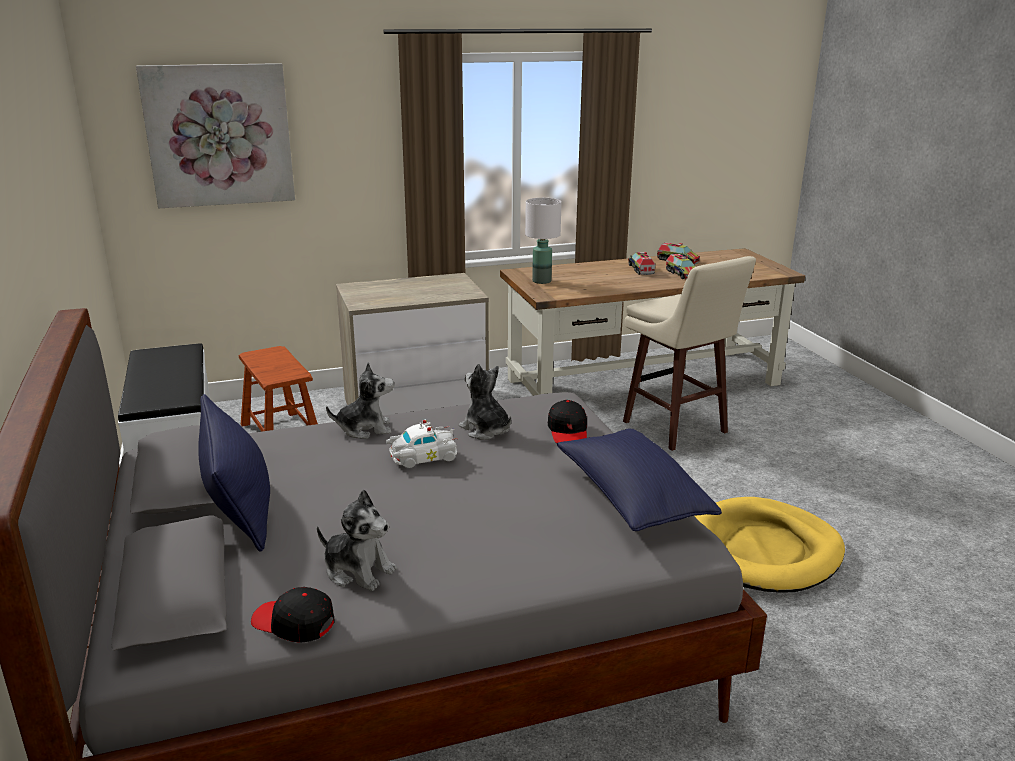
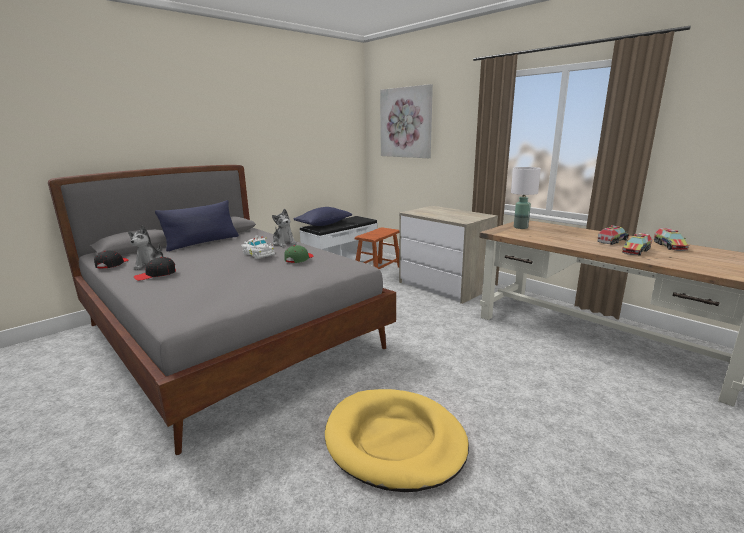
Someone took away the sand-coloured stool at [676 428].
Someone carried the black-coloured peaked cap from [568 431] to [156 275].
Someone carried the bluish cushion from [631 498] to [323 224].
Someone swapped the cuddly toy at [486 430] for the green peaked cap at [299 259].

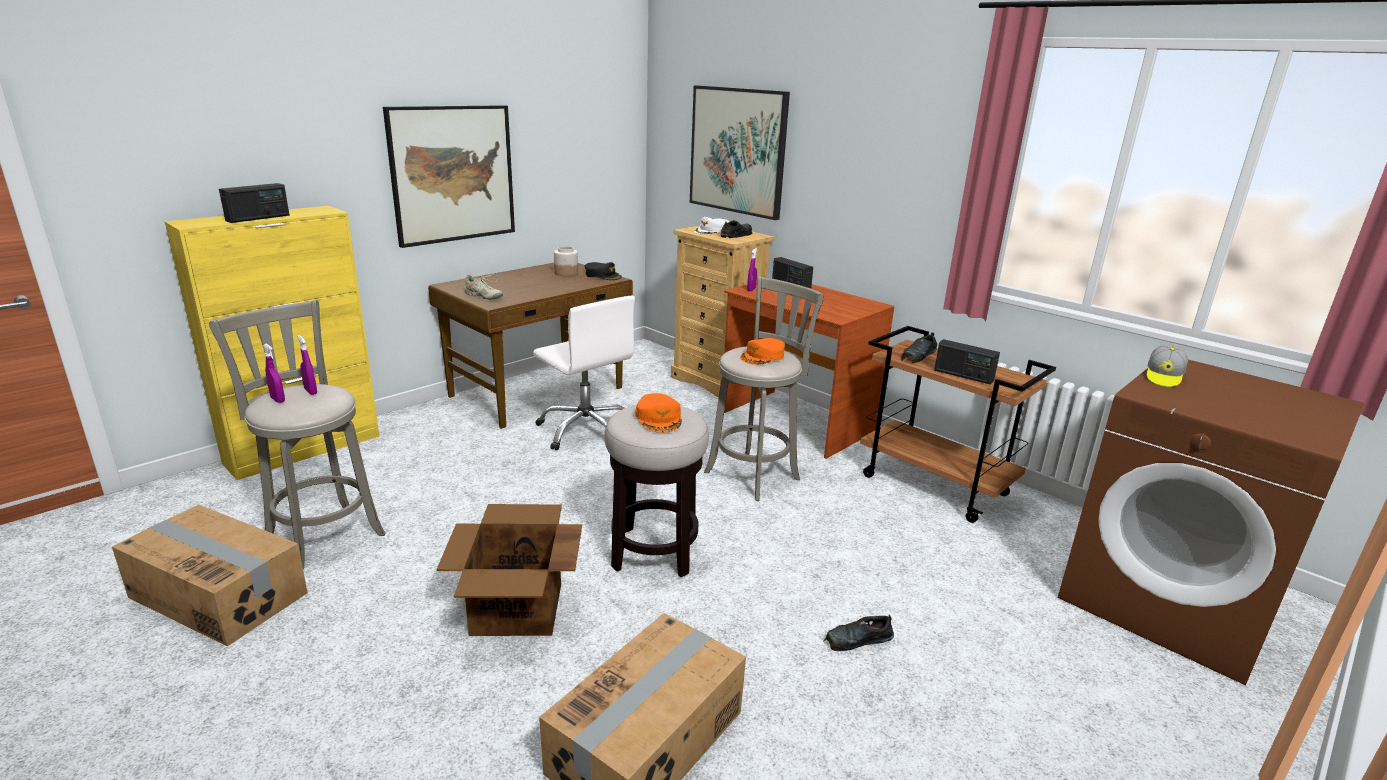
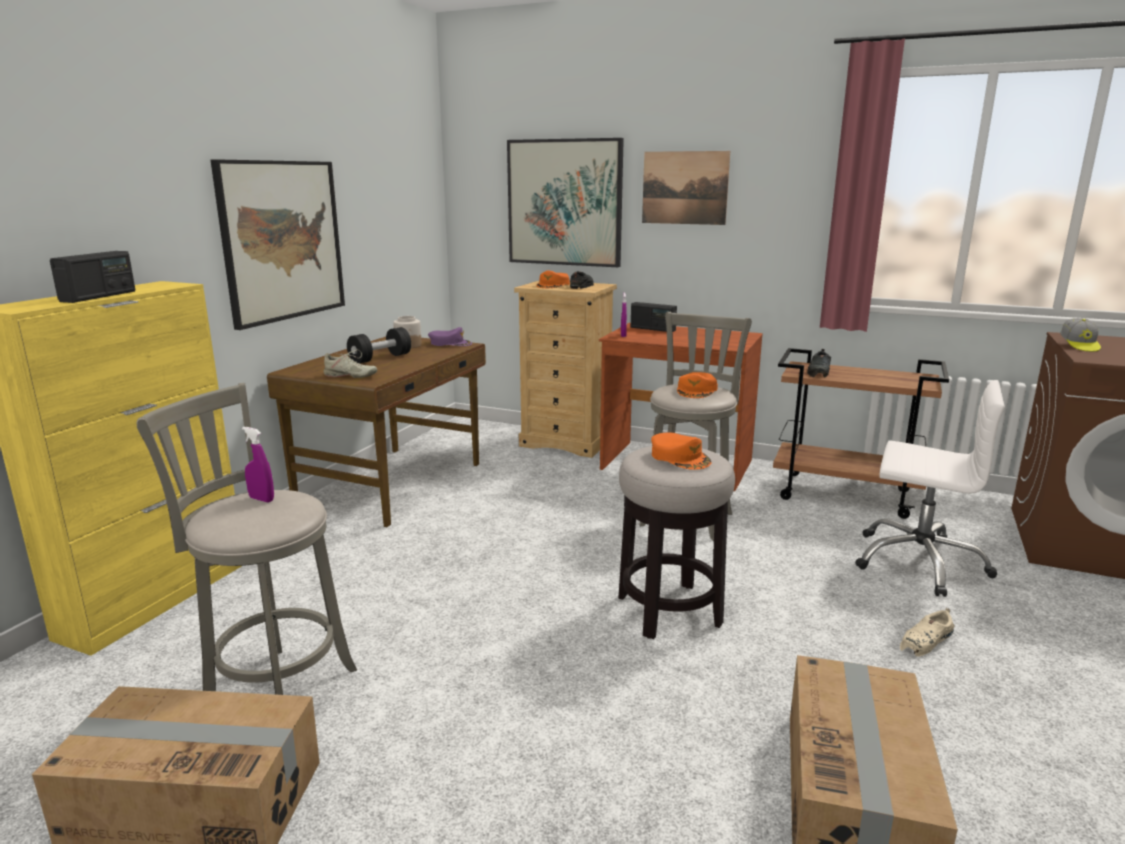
Someone took away the purple-coloured hand sprayer at [278 400].
Someone took away the packing box at [516 610].
Someone took away the radio set at [963 375].
Someone put down the black-coloured hand weight at [380 358].
Someone put up the wall art at [684 188].
Someone carried the white computer chair from [586 430] to [919 562].
Someone repainted the black-coloured peaked cap at [603 275], which became the purple-coloured peaked cap at [450 343].
Someone repainted the white peaked cap at [712 231], which became the orange-coloured peaked cap at [553 285].
Someone repainted the black-coloured shoe at [857 640], which became the sand-coloured shoe at [926 641].

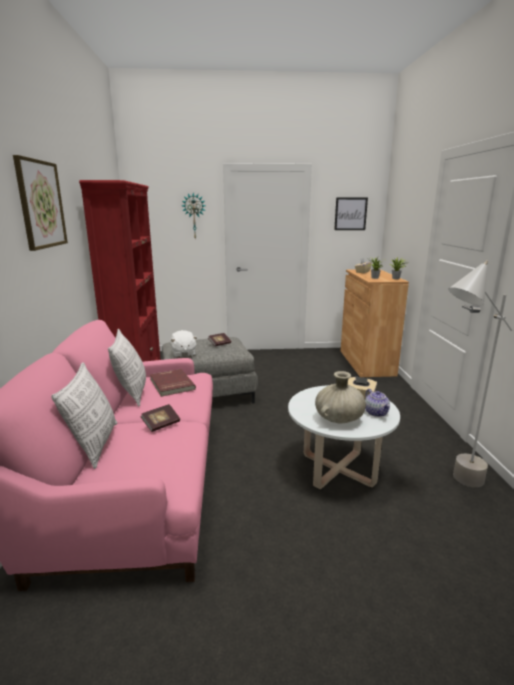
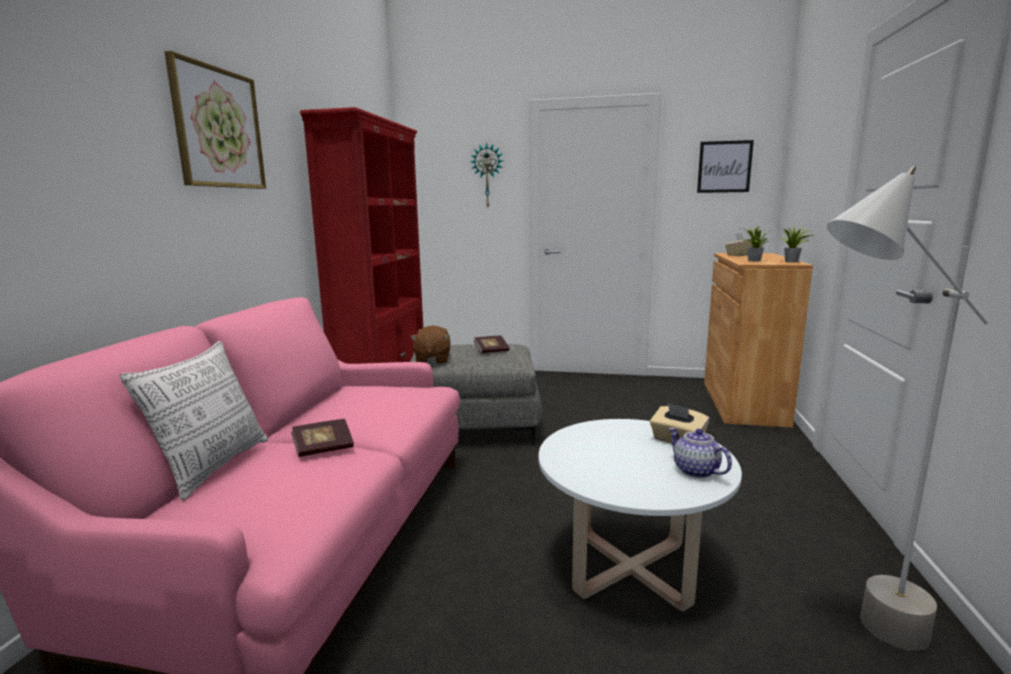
Someone took away the cushion at [132 392].
Someone took away the red-coloured volume at [171 384].
Someone took away the sand-coloured decorative vase at [339 419].
Someone repainted the white cuddly toy at [183 354], which became the brownish cuddly toy at [432 360].
Someone rotated the tea pot at [376 413] by 150 degrees clockwise.

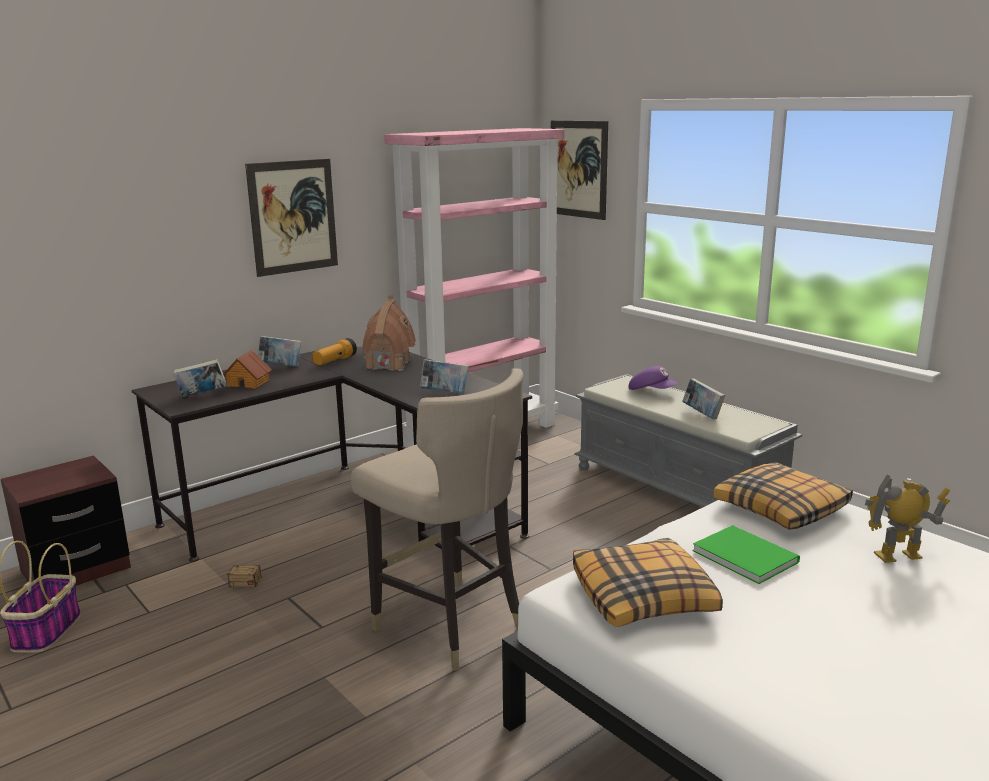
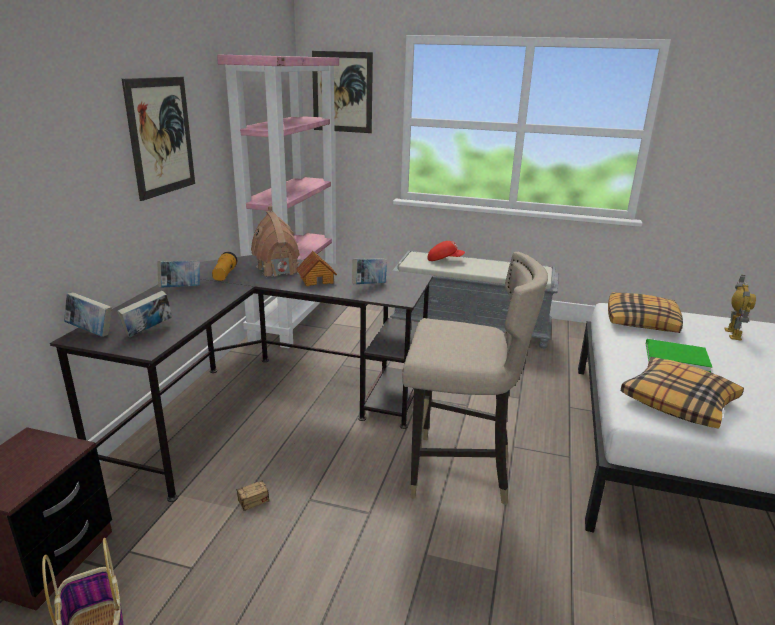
Someone carried the toy house from [248 383] to [316 280].
Someone carried the volume from [702 414] to [91 332].
Someone repainted the purple-coloured peaked cap at [652 391], which became the red-coloured peaked cap at [444 260].
Someone rotated the toy robot at [898 556] by 150 degrees clockwise.

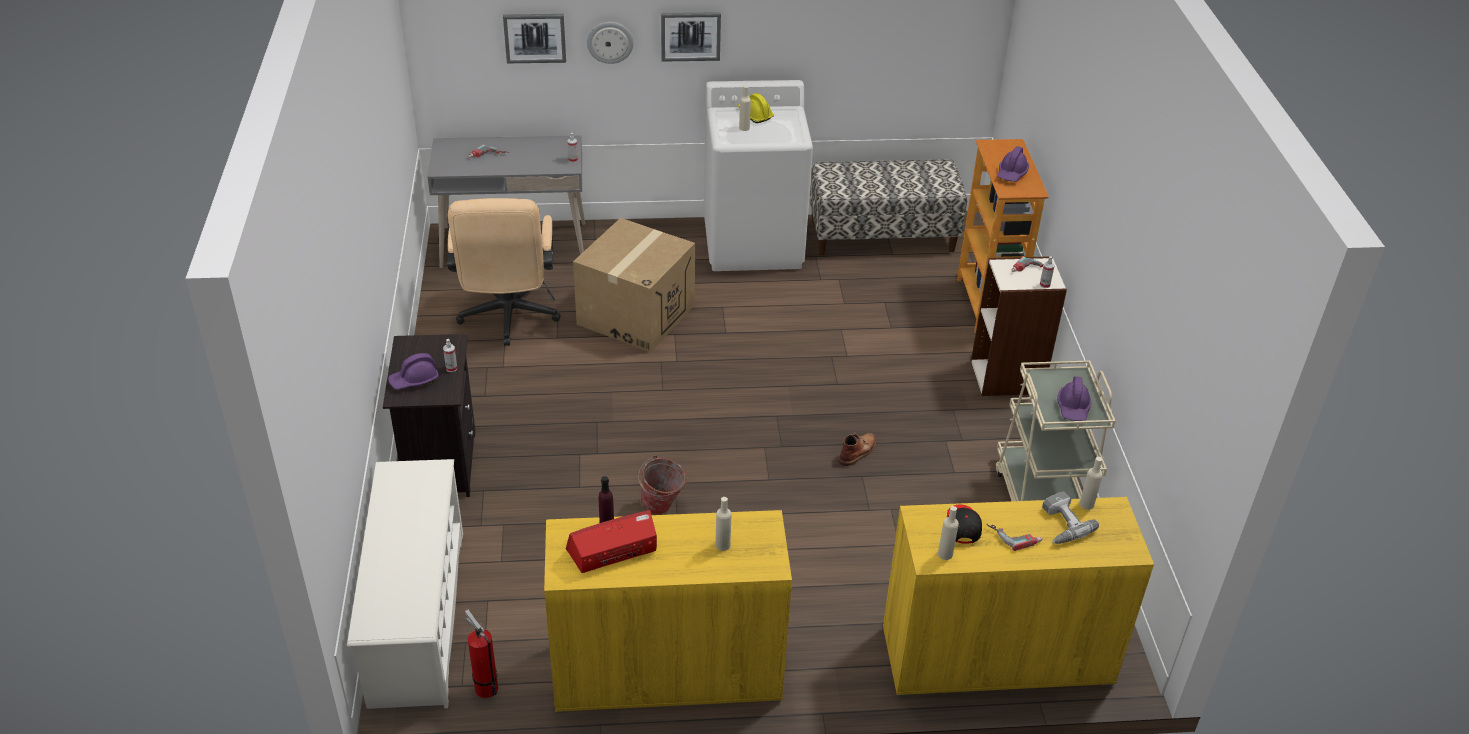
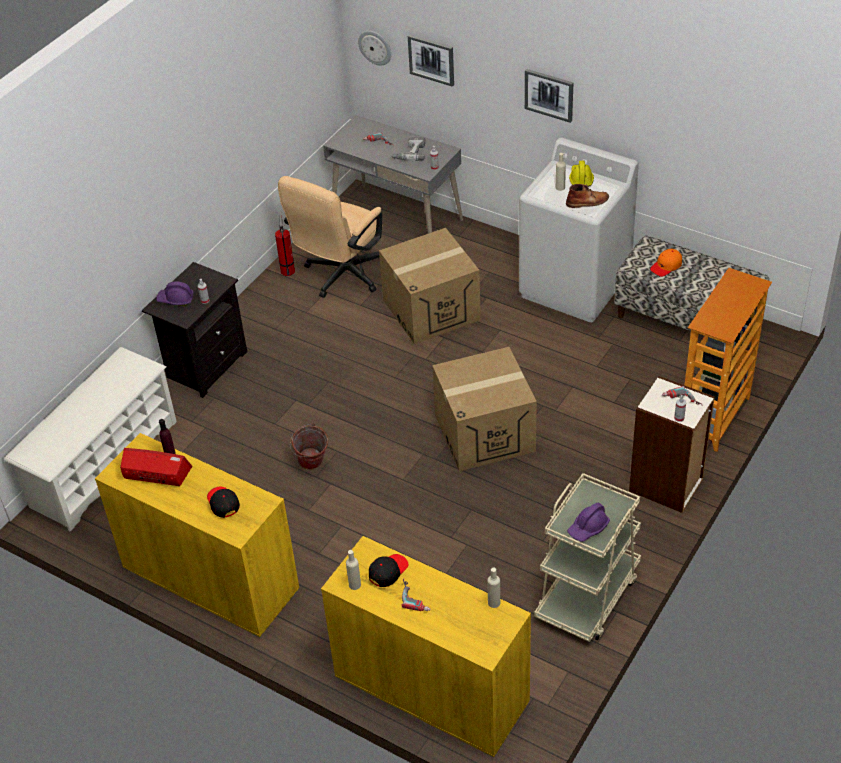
Someone took away the purple-coloured safety helmet at [1012 173].
Someone put down the packing box at [485 433].
Someone put down the orange-coloured peaked cap at [666 266].
Someone carried the extinguisher from [484 686] to [287 270].
Someone carried the hanging clock from [610 42] to [375 47].
Someone carried the brownish boot from [858 451] to [587 201].
Someone carried the electric drill from [1060 524] to [409 153].
Someone swapped the sand-coloured bottle at [722 545] for the black-coloured peaked cap at [223 503].

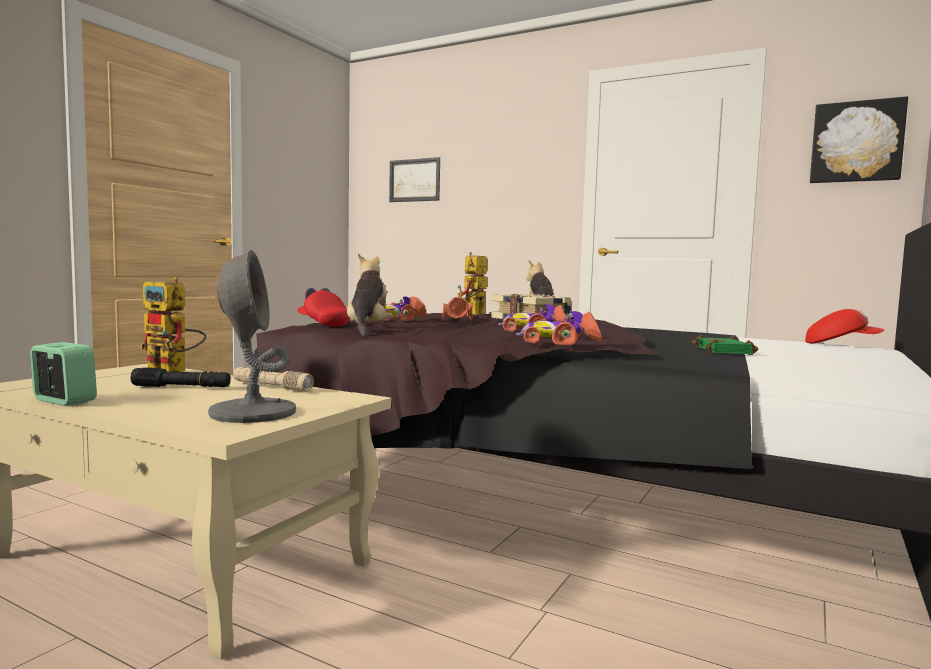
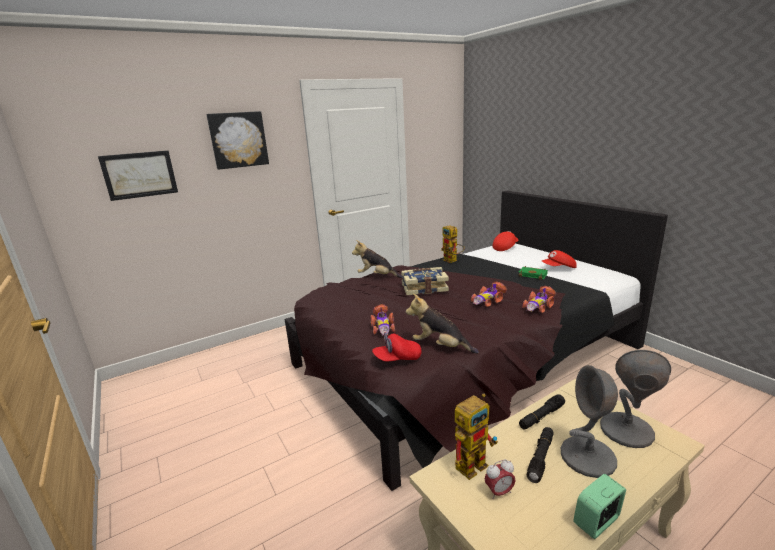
Someone took away the model car at [457 318].
Someone put down the table clock at [499 492].
Someone put down the red-coloured peaked cap at [559 268].
Someone put down the gray table lamp at [588 457].
Someone carried the toy robot from [473 315] to [452 261].
Someone carried the wall art from [856 142] to [238 140].
Someone repainted the sand-coloured hand torch at [271 387], which became the black-coloured hand torch at [541 416].

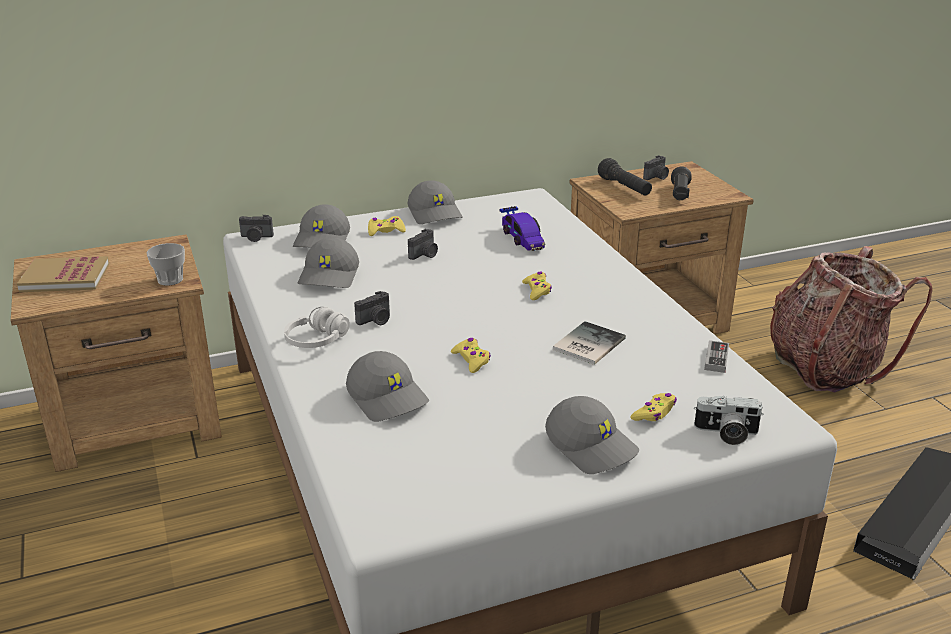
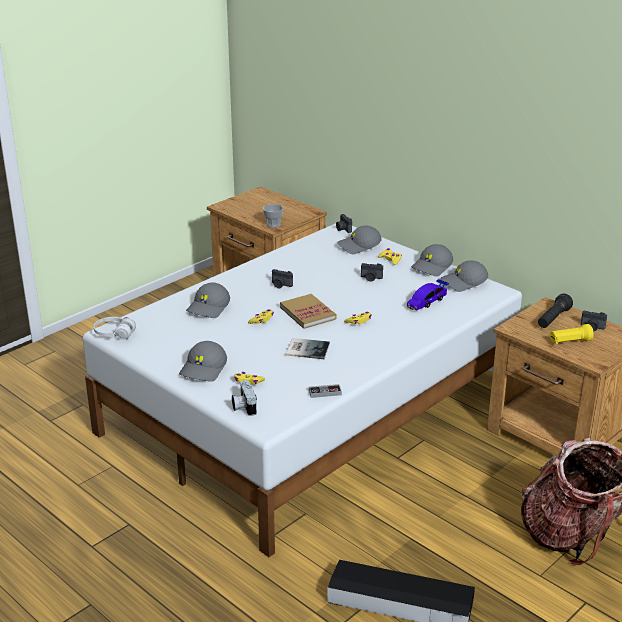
Someone carried the volume from [65 277] to [308 313].
Someone carried the white headset from [317 341] to [114 334].
Someone carried the gray peaked cap from [330 276] to [464 283].
Someone repainted the black-coloured hand torch at [679 194], which became the yellowish hand torch at [569 342].

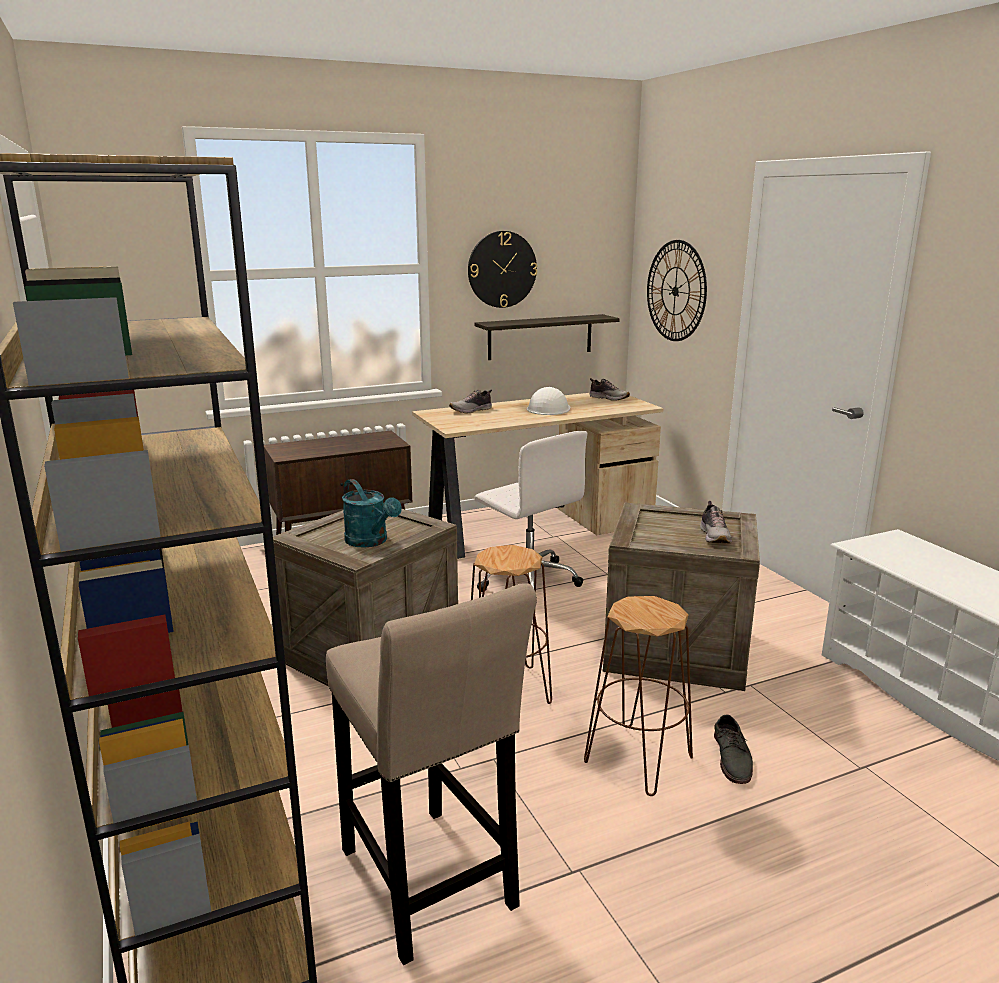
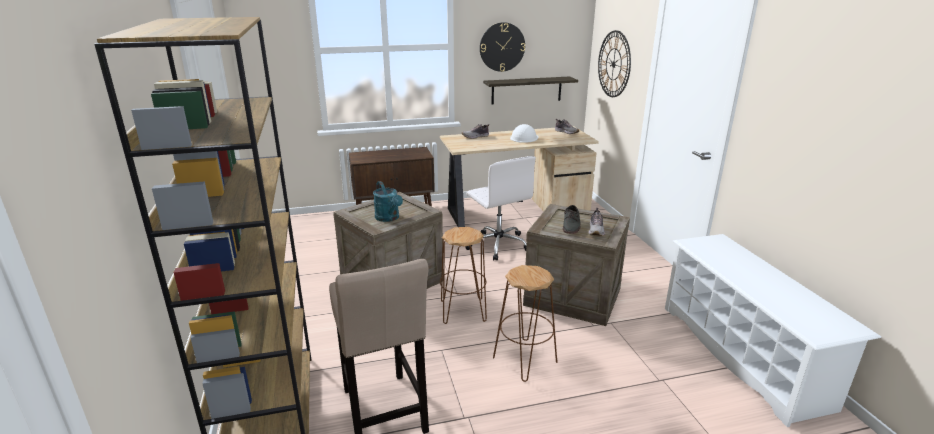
Someone carried the gray shoe from [732 758] to [571 225].

